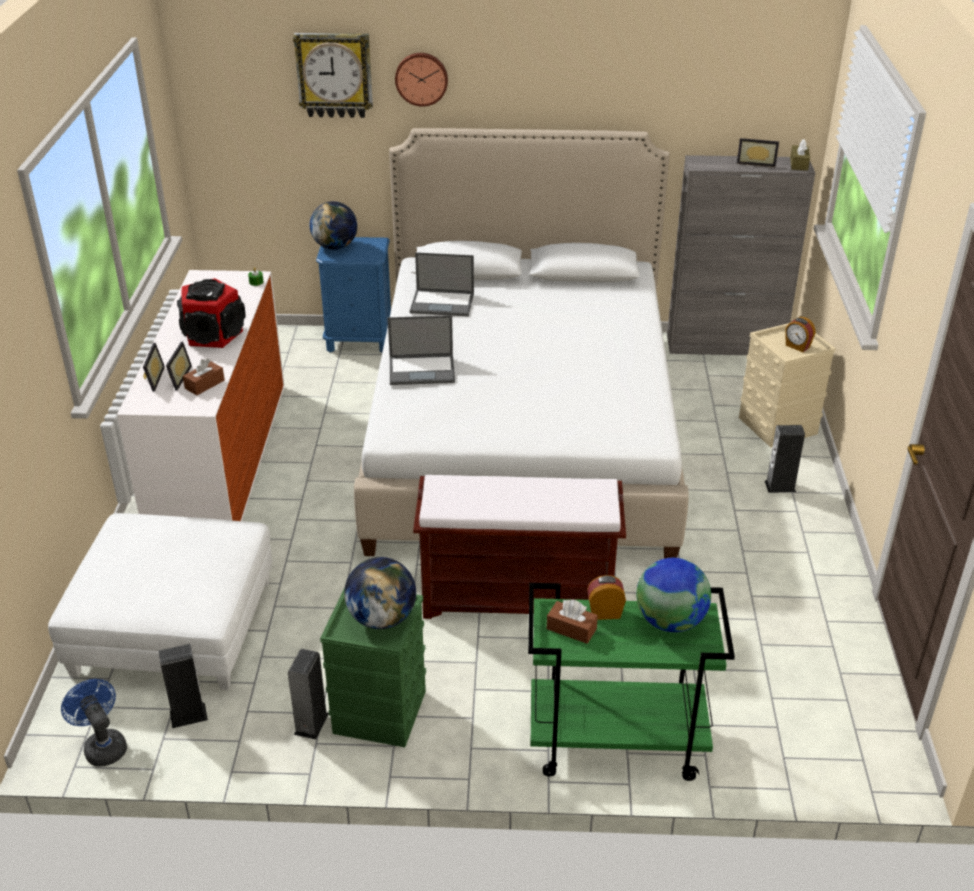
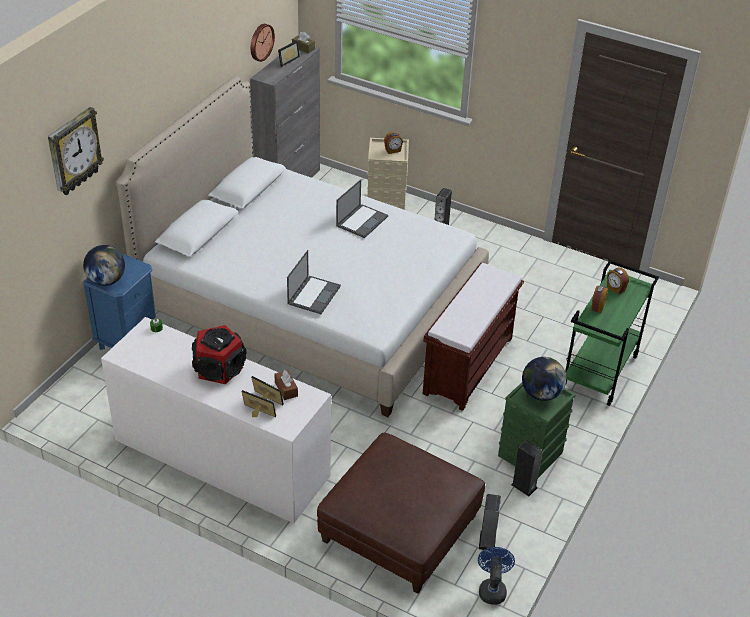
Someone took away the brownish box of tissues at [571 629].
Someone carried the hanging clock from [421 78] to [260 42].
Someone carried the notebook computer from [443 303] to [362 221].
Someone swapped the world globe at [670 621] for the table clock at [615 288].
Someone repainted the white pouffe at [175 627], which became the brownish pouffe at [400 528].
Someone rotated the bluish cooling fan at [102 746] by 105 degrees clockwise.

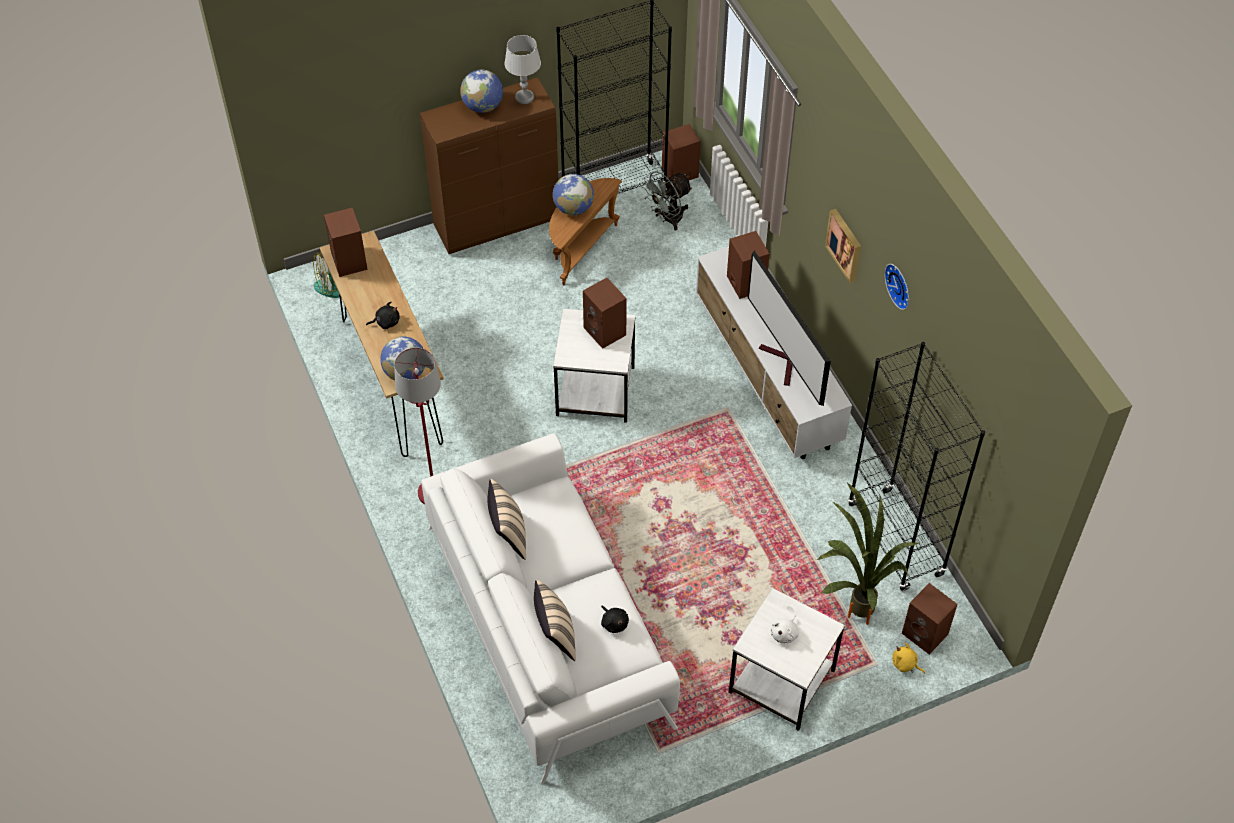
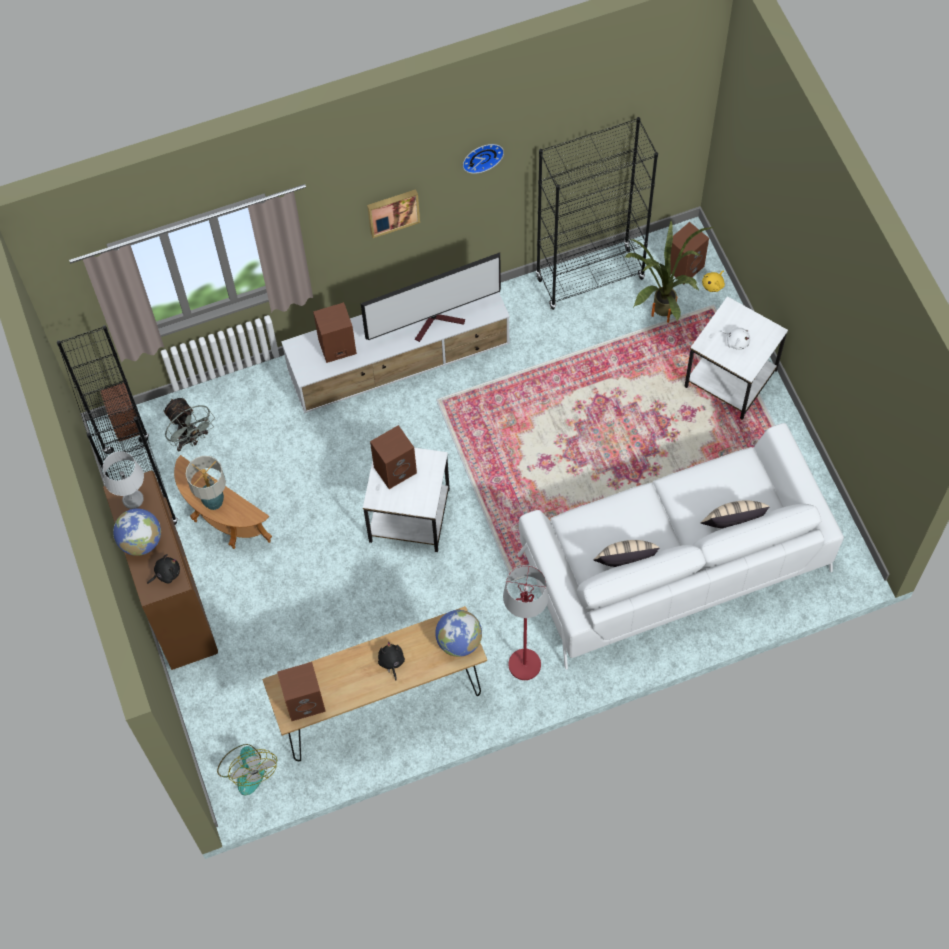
Someone carried the black-coloured cuddly toy from [614 623] to [166 573].
Someone swapped the world globe at [573 208] for the table lamp at [214 502].

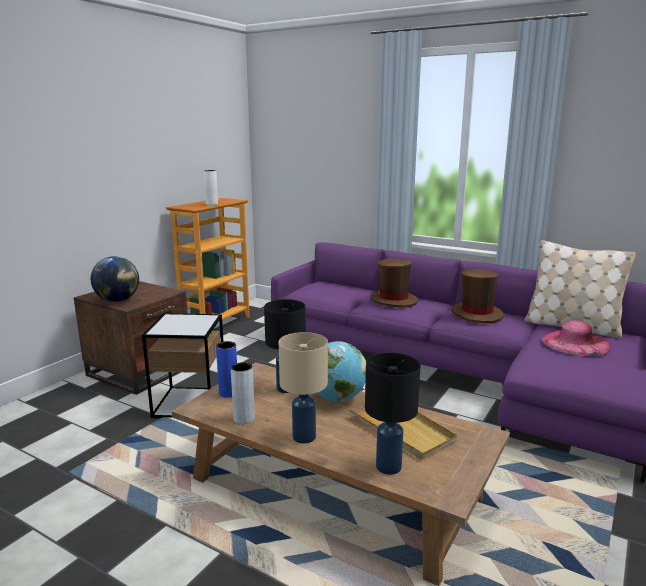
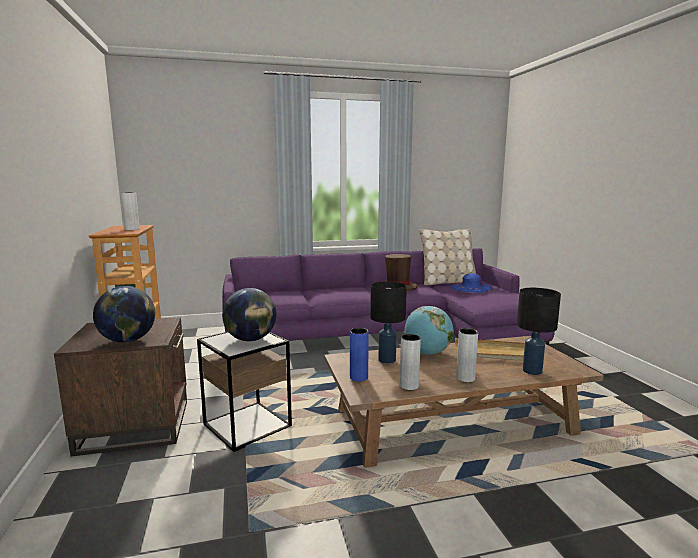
Someone took away the brownish hat at [393 300].
Someone put down the world globe at [251 339].
Someone swapped the sand-coloured table lamp at [304 437] for the gray decorative vase at [465 378].
Someone repainted the pinkish hat at [575 343], which became the bluish hat at [471 288].

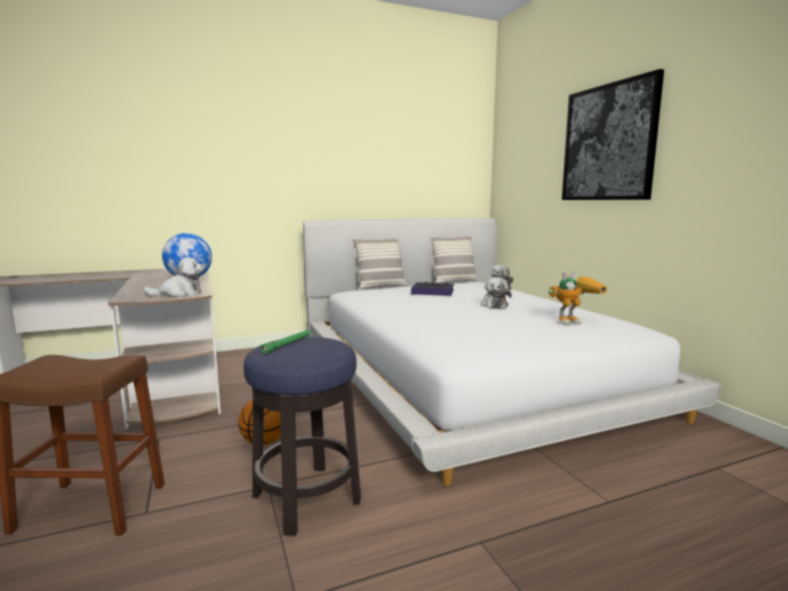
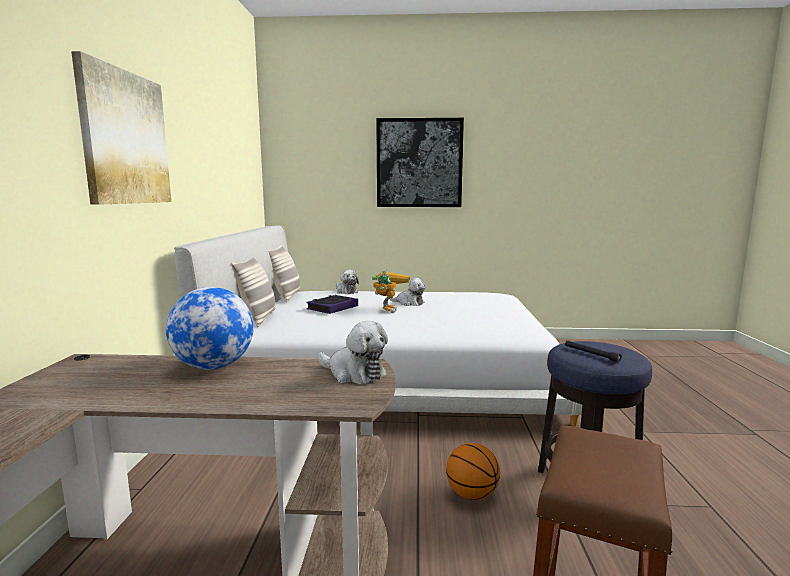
Someone put up the wall art at [125 138].
Someone carried the toy robot from [574 321] to [387 309].
Someone repainted the green hand torch at [287 345], which became the black-coloured hand torch at [591 354].
Someone rotated the cuddly toy at [179 294] by 120 degrees clockwise.

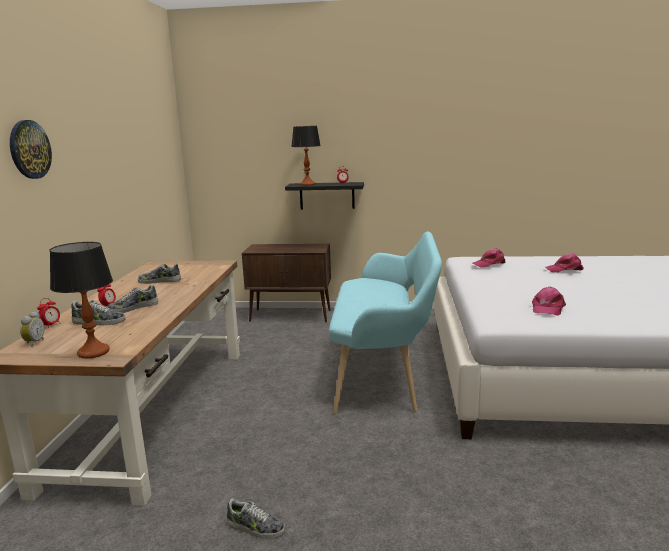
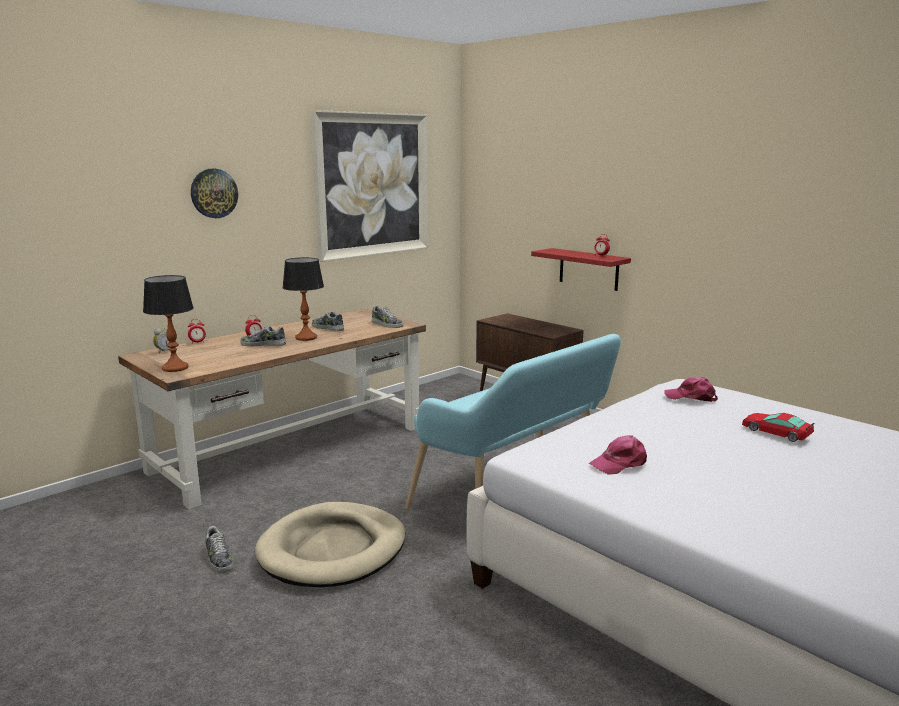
Someone put down the sand-coloured dog cushion at [333 550].
Someone put up the wall art at [372 185].
Someone carried the shoe from [98 322] to [386 324].
Someone carried the table lamp from [307 184] to [306 338].
Someone swapped the pinkish peaked cap at [564 269] for the model car at [776 432].
Someone repainted the black-coloured wall shelf at [327 195], which became the red-coloured wall shelf at [588 269].

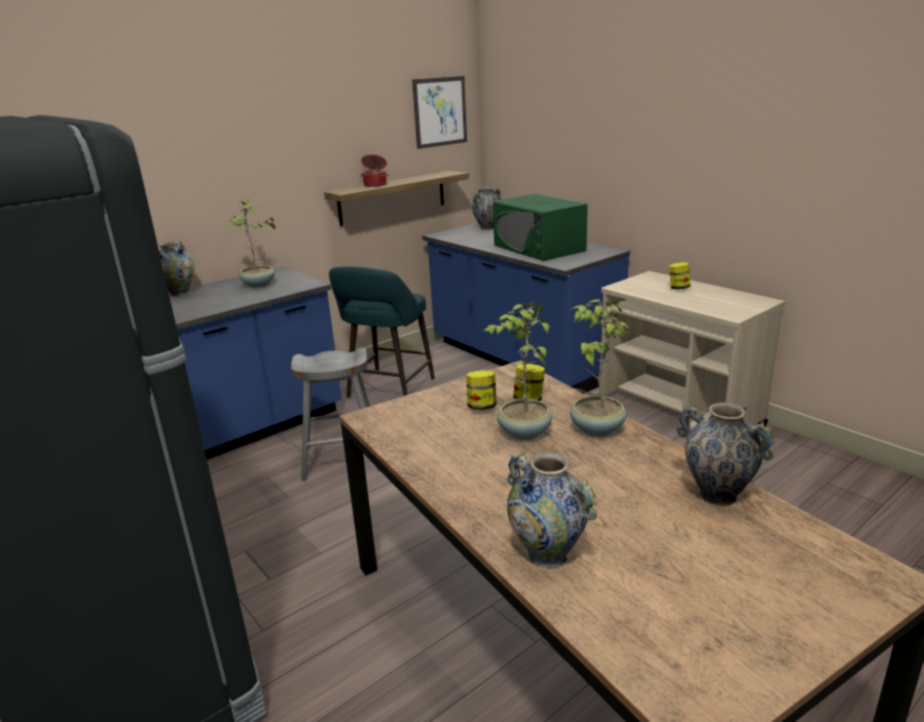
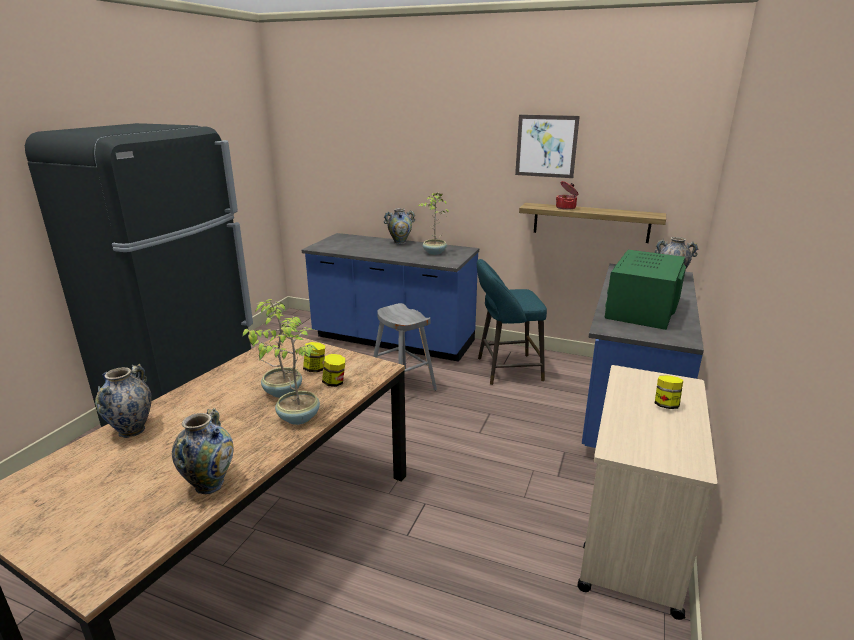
Someone carried the wall art from [440 112] to [546 146].

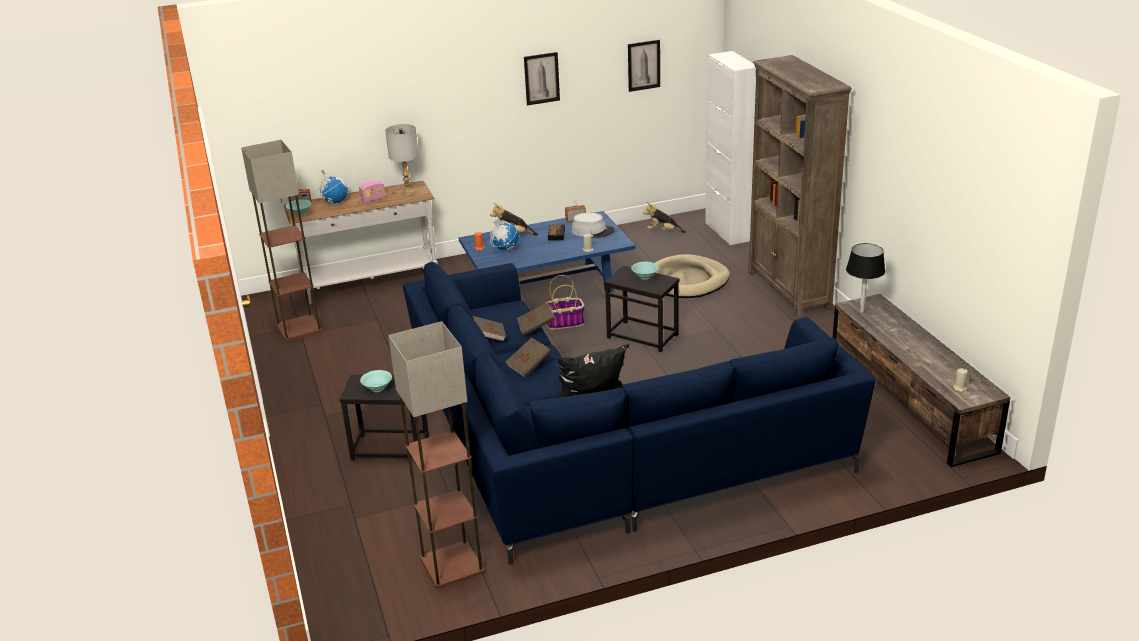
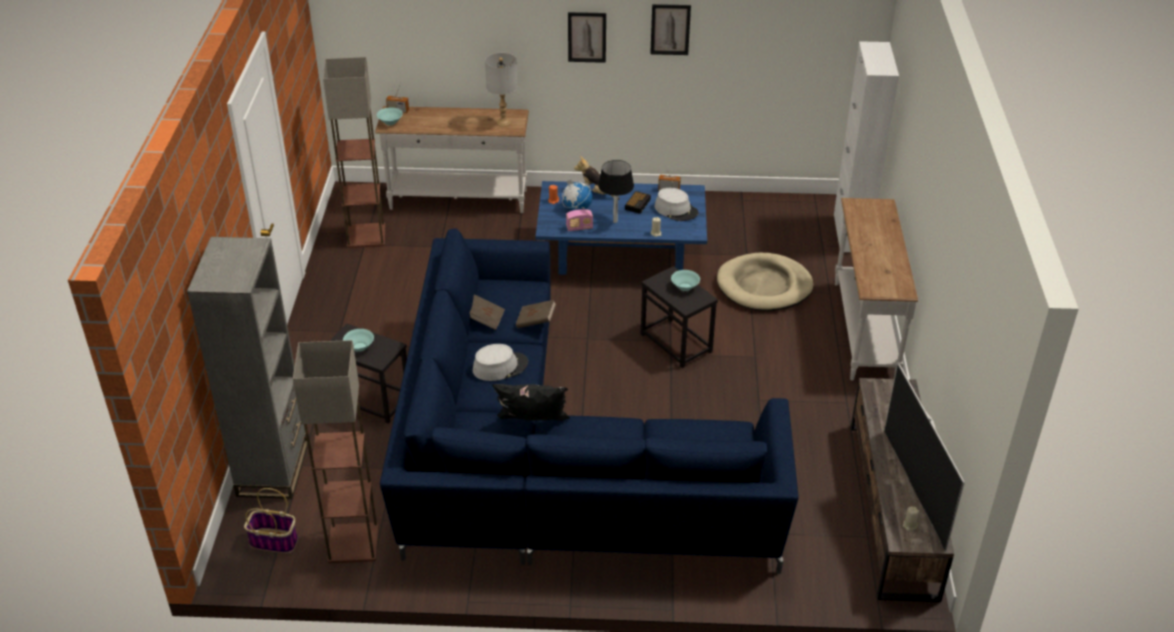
Someone took away the world globe at [335 202].
Someone took away the cuddly toy at [663 231].
Someone put down the gray shelving unit at [273 468].
Someone put down the TV set at [915 488].
Someone carried the radio set from [373 199] to [579 228].
Someone carried the household basket from [565 323] to [275 541].
Someone carried the wall art from [643 65] to [587 37].
Someone carried the black-coloured table lamp from [861 311] to [615 221].
Someone swapped the brownish volume at [529 366] for the gray hat at [500 367].
Someone swapped the brownish shelving unit at [789 291] for the white console table at [863 330].

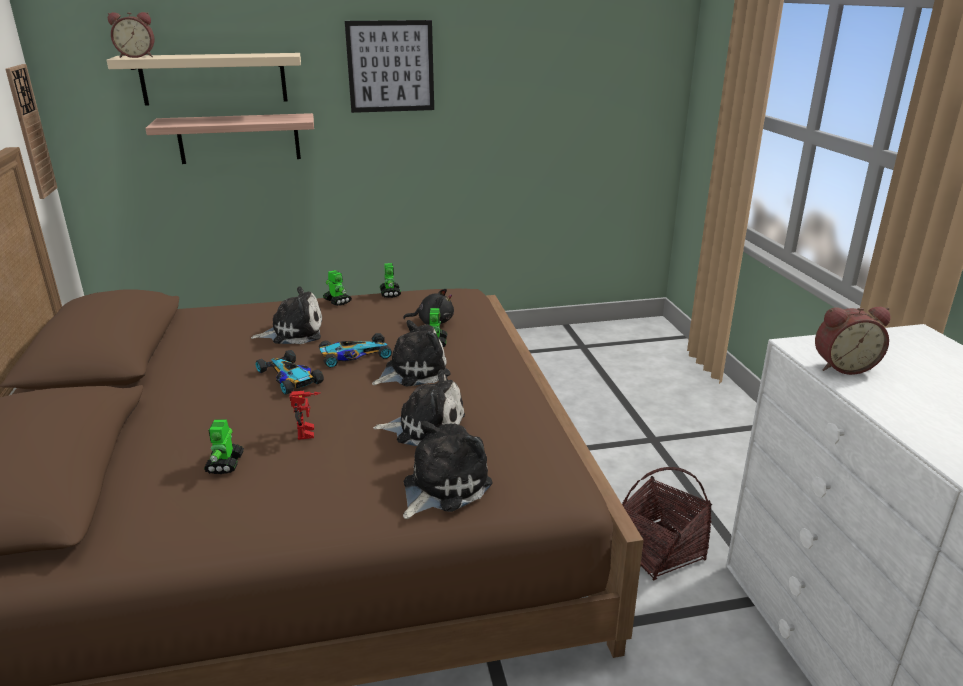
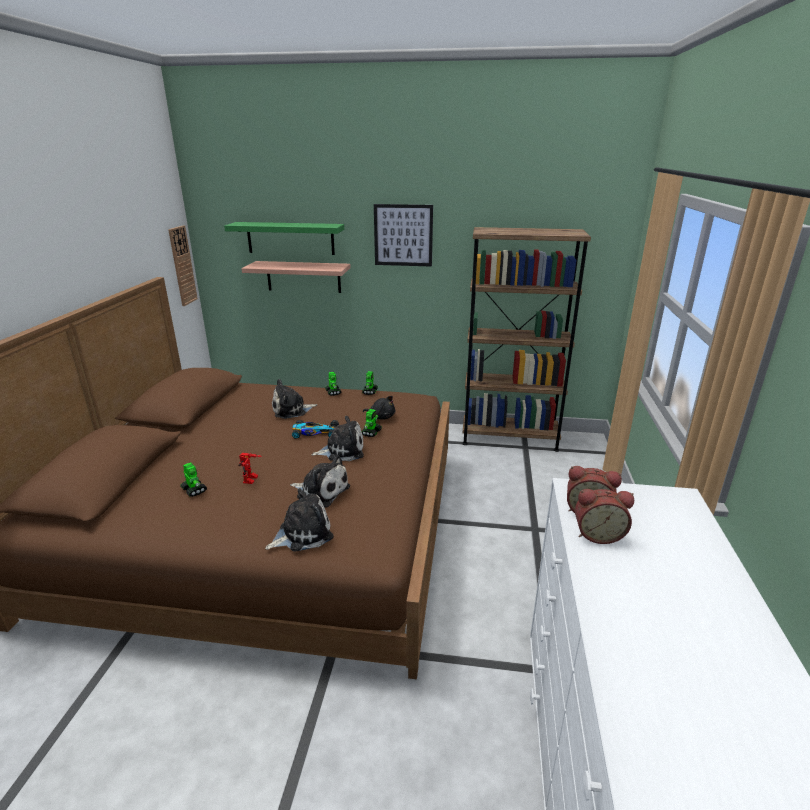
Someone took away the model car at [290 378].
Someone took away the household basket at [659 551].
Someone put down the brownish shelving unit at [509 438].
Someone carried the table clock from [137 57] to [597 534].
Someone repainted the sand-coloured wall shelf at [214 79], which became the green wall shelf at [290 238].
Someone rotated the toy robot at [225 464] by 120 degrees clockwise.
Someone rotated the cuddly toy at [294 332] by 150 degrees clockwise.

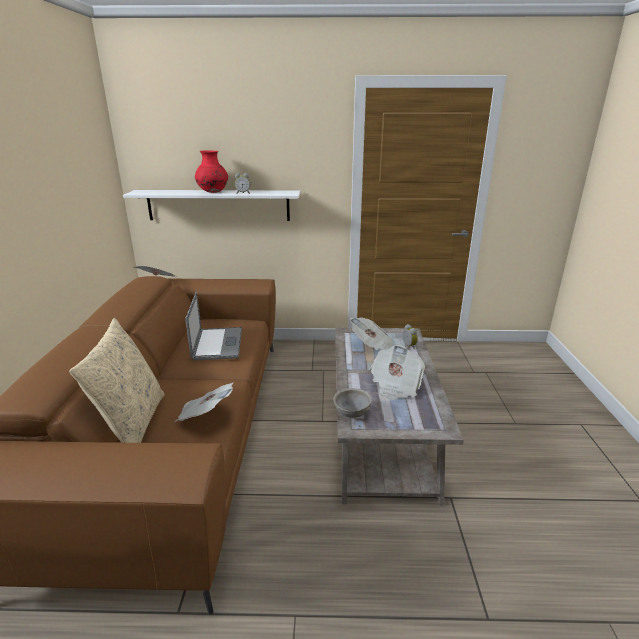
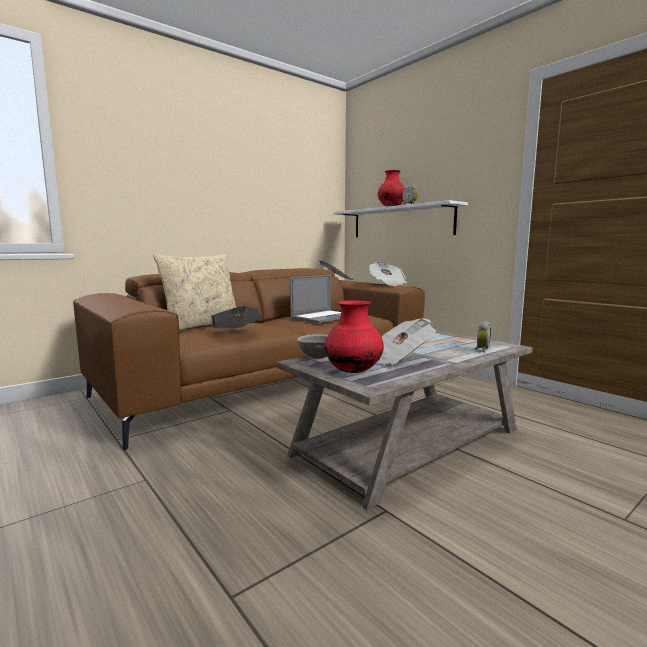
Someone put down the red-coloured decorative vase at [353 372].
Someone carried the daily paper from [372 346] to [387 284].

